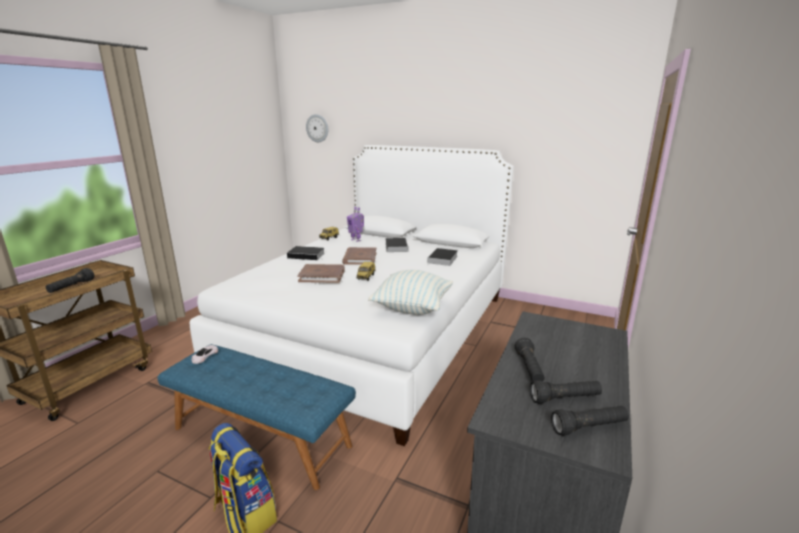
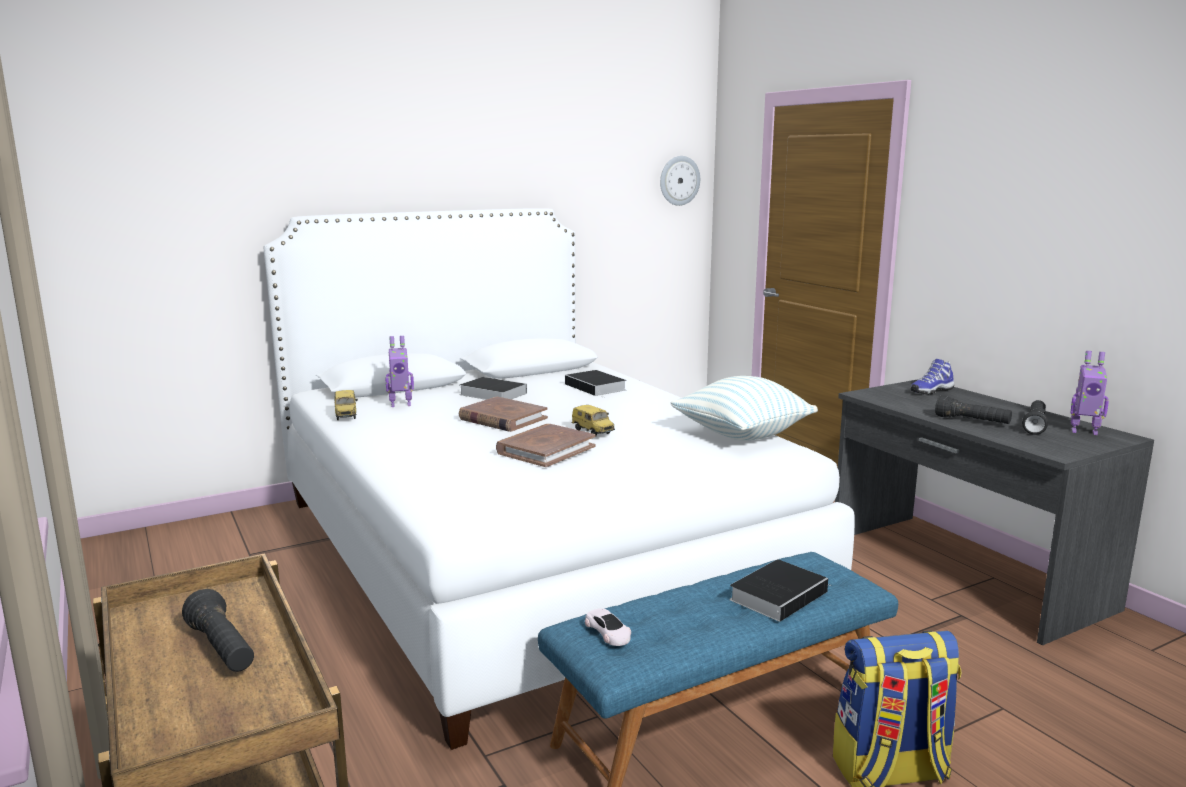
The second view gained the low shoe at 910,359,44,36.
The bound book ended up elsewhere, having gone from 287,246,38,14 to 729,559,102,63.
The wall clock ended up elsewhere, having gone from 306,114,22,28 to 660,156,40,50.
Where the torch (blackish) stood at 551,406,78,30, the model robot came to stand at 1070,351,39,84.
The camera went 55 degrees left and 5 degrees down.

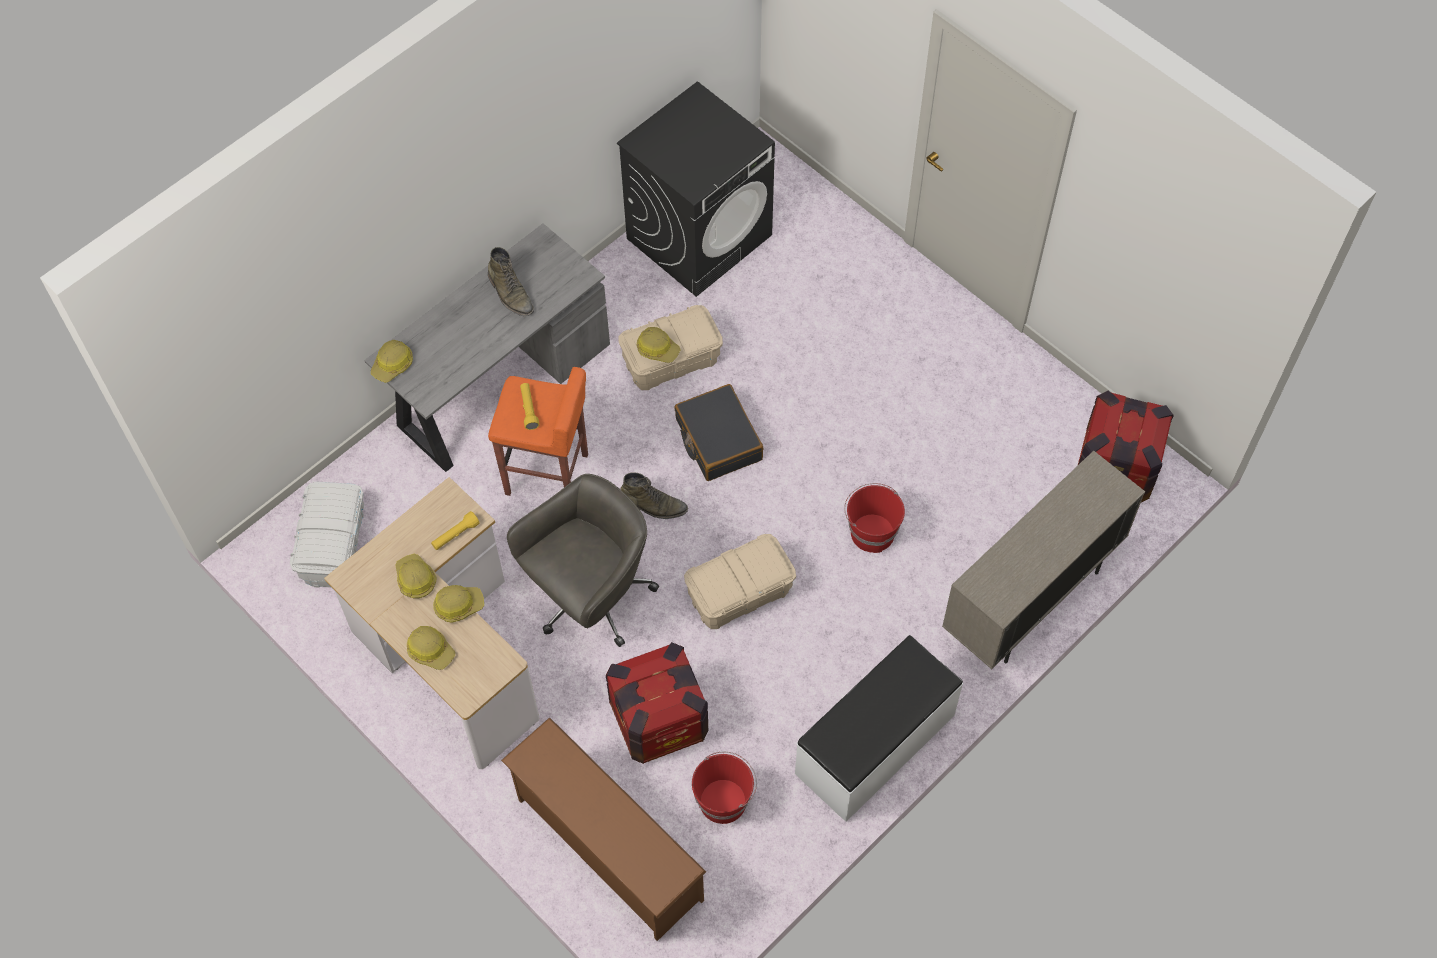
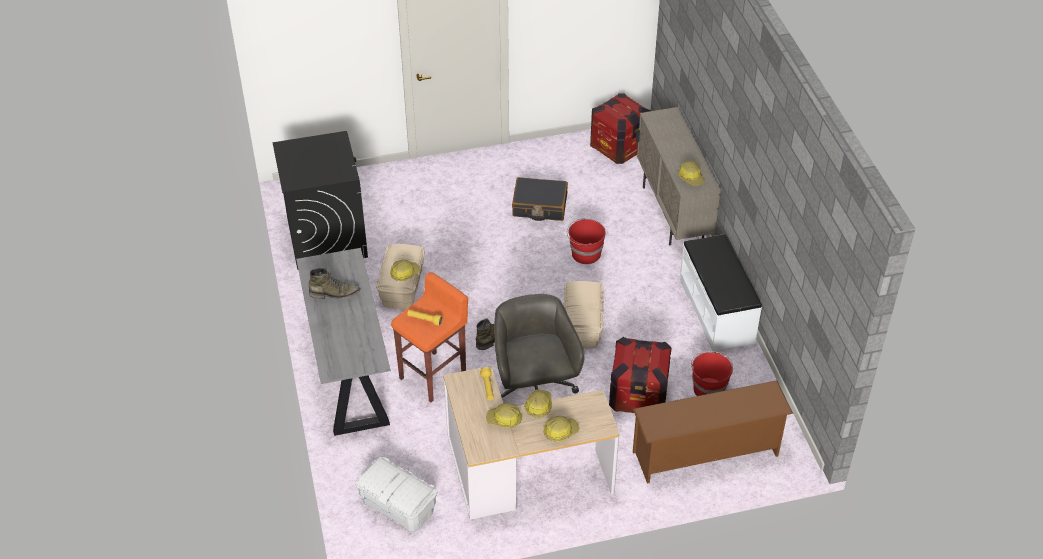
The work helmet ended up elsewhere, having gone from 371,340,42,43 to 678,161,27,25.
The suitcase (blackish) ended up elsewhere, having gone from 674,384,90,97 to 512,177,56,44.
The camera went 60 degrees left and 15 degrees down.

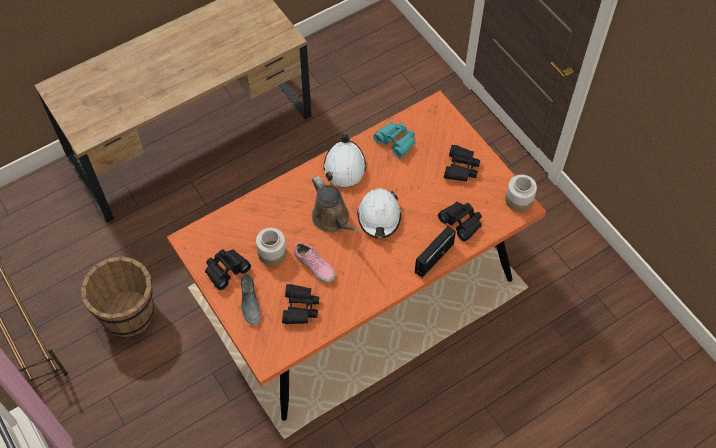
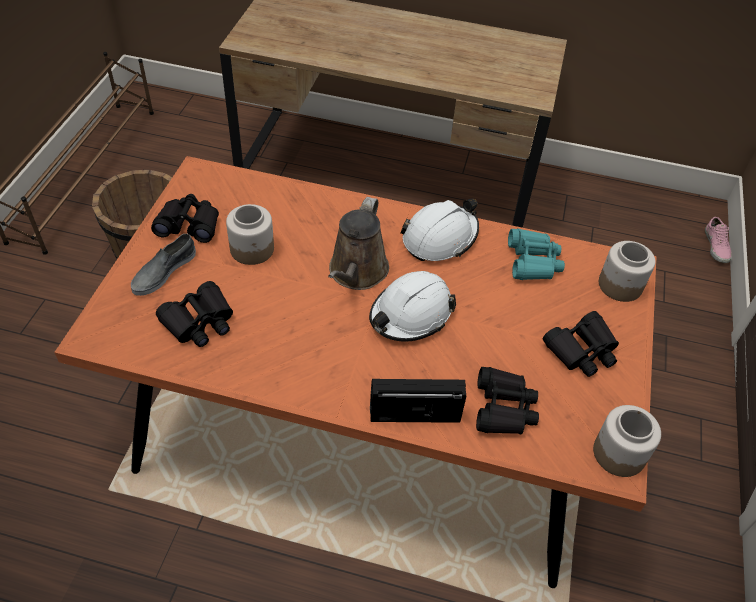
The second view gained the jar at 599,241,56,61.
The low shoe (pink) ended up elsewhere, having gone from 294,243,41,40 to 705,217,27,46.
The camera went 45 degrees right and 10 degrees down.

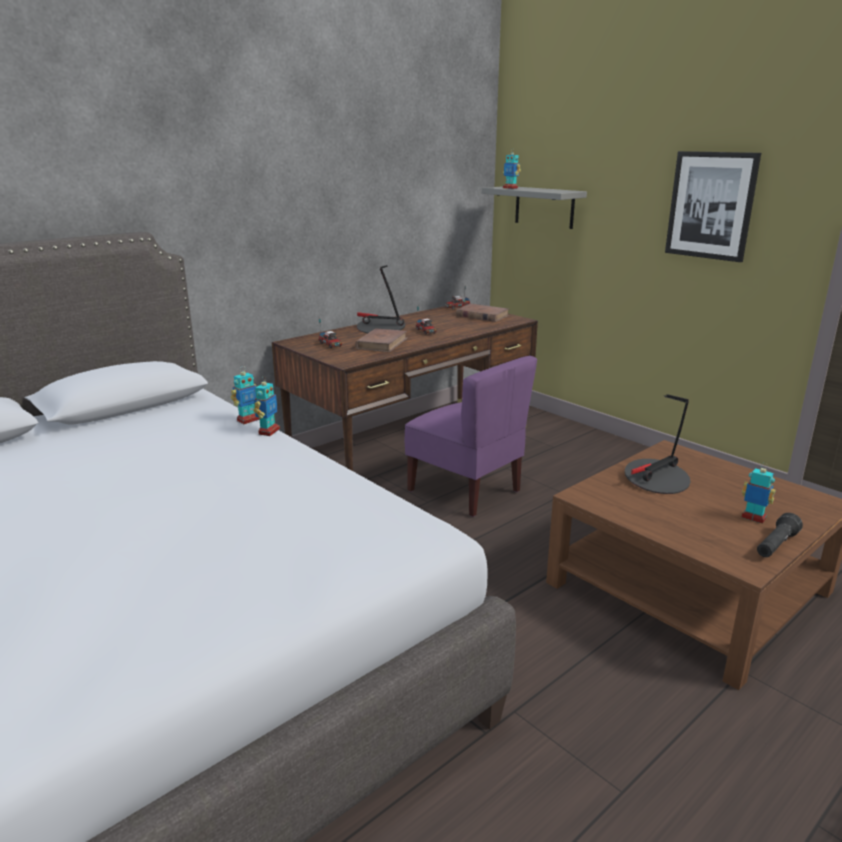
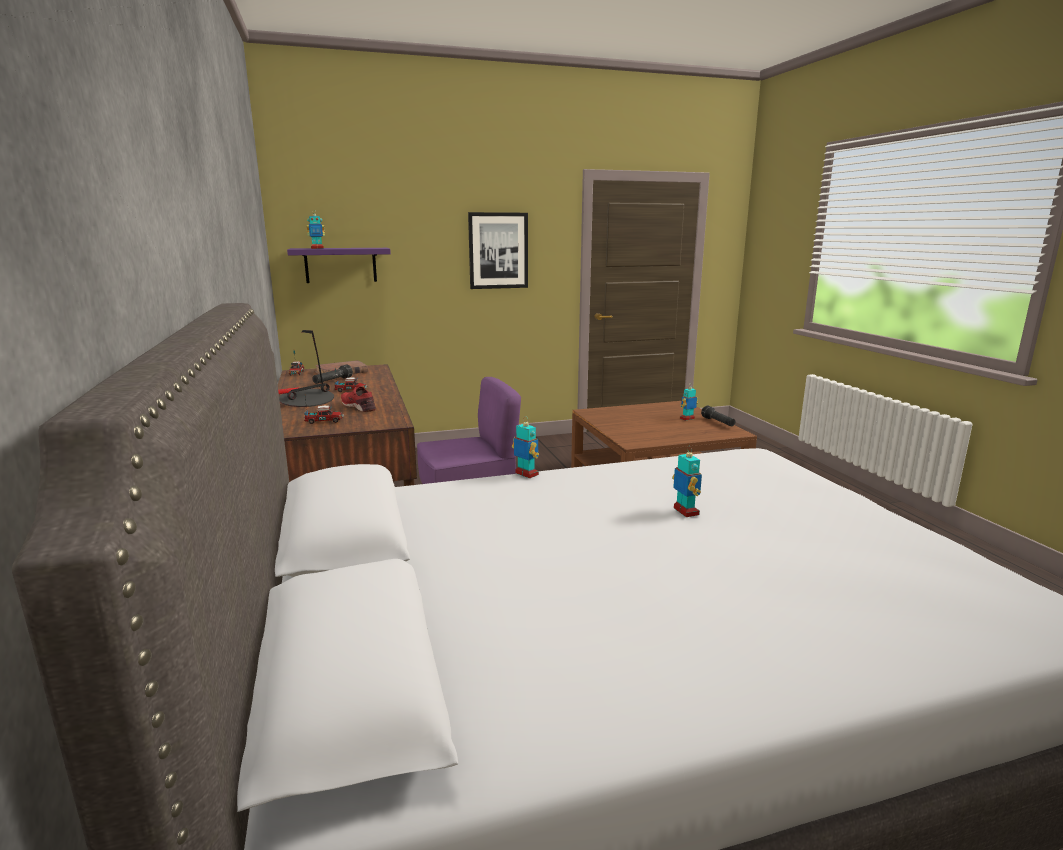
The second view lost the table lamp at 625,394,65,100.
The second view gained the torch (blackish) at 312,365,41,19.
The model robot ended up elsewhere, having gone from 231,366,29,58 to 672,446,30,71.
Where the bound book (brown) stood at 355,328,53,24, the low shoe (red-coloured) came to stand at 341,386,35,26.
What was the bracket shelf (gray) at 482,186,105,43 turned into the bracket shelf (purplish) at 287,248,104,35.
The camera went 65 degrees left and 5 degrees down.

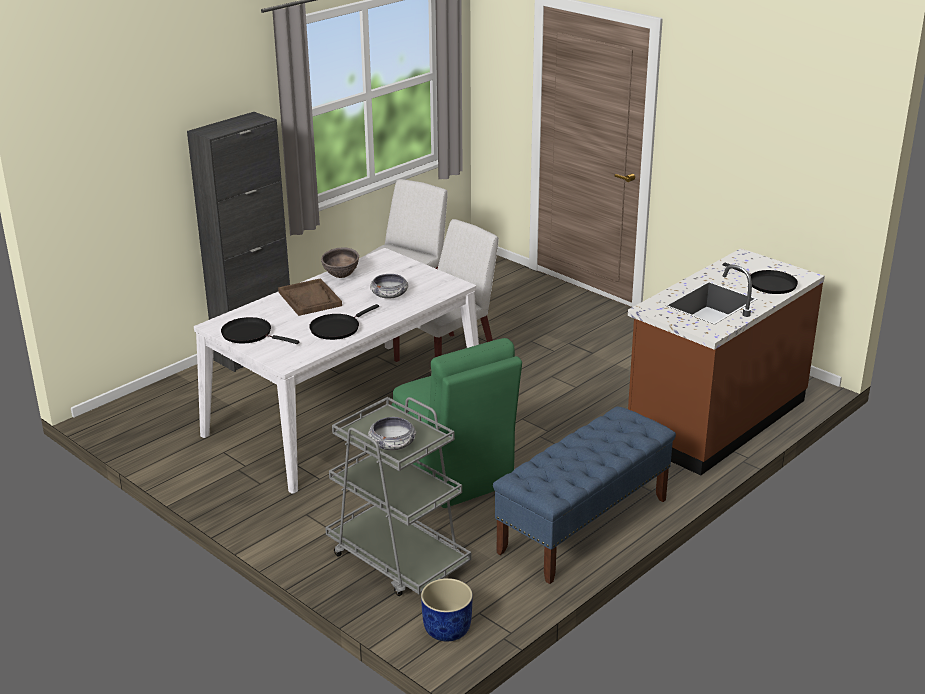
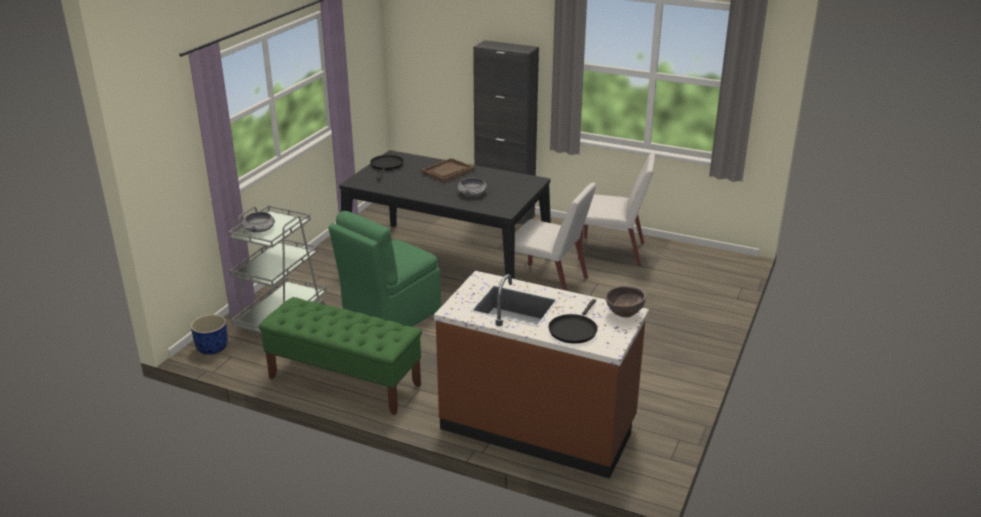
The second view lost the frying pan (blackish) at 309,304,70,36.
The serving bowl (brown) ended up elsewhere, having gone from 321,247,38,31 to 605,286,41,32.
What was the dining table (whitish) at 194,248,285,246 turned into the dining table (blackish) at 339,150,212,129.
What was the long seat (blue) at 493,406,183,178 turned into the long seat (greenish) at 259,297,163,118.
The camera went 70 degrees right and 0 degrees up.

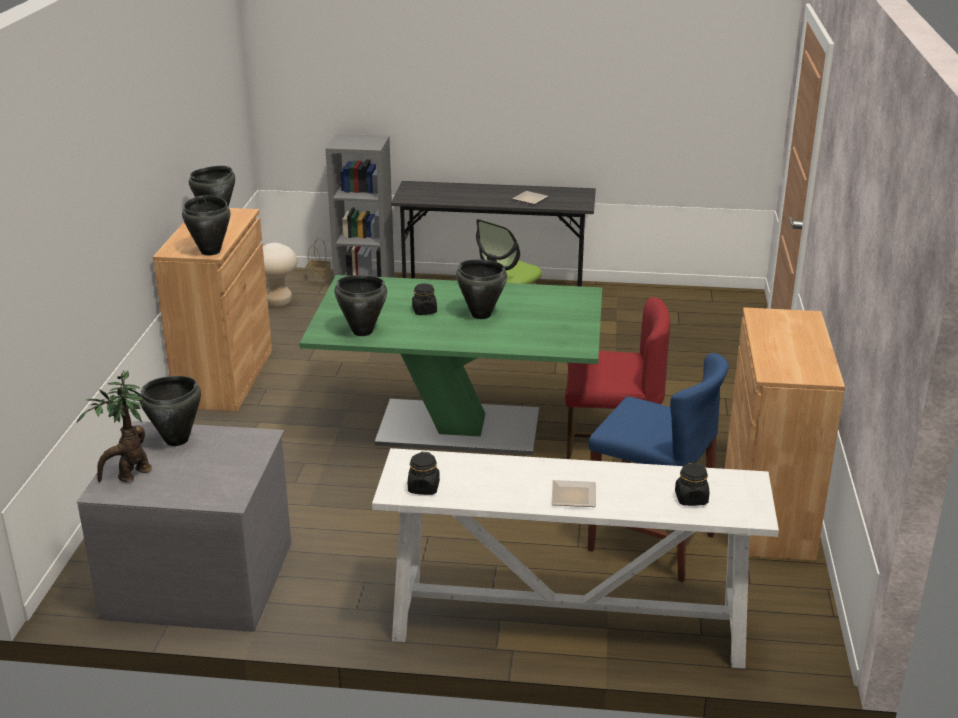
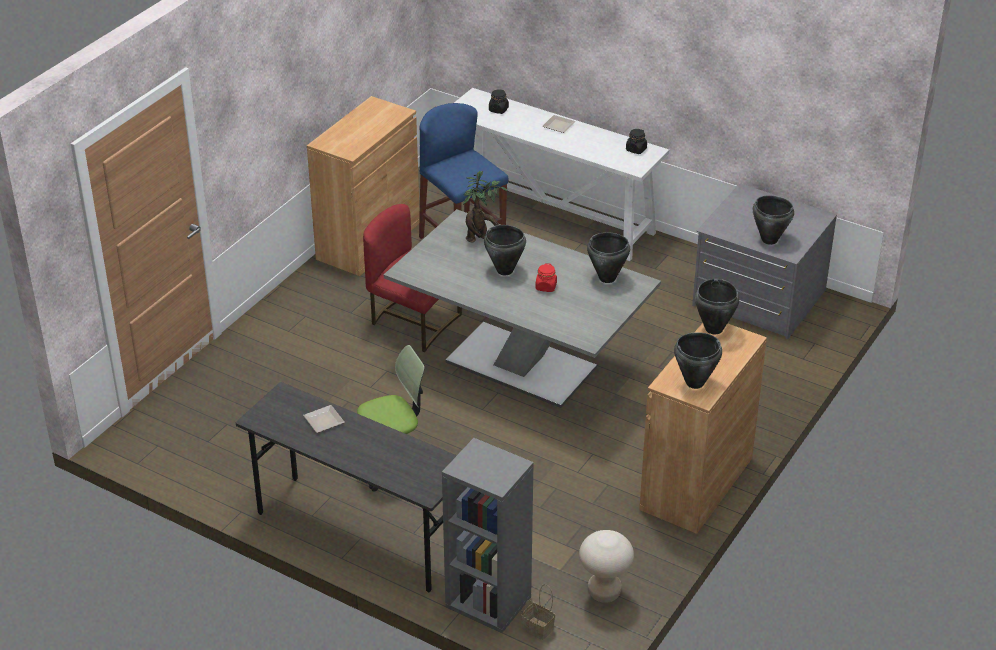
The potted plant ended up elsewhere, having gone from 77,370,75,112 to 463,171,45,71.
What was the dining table (greenish) at 299,275,303,180 turned into the dining table (gray) at 384,209,277,199.
What was the jar (blackish) at 412,283,25,32 turned into the jar (red-coloured) at 536,263,21,29.
The camera went 155 degrees left and 10 degrees up.

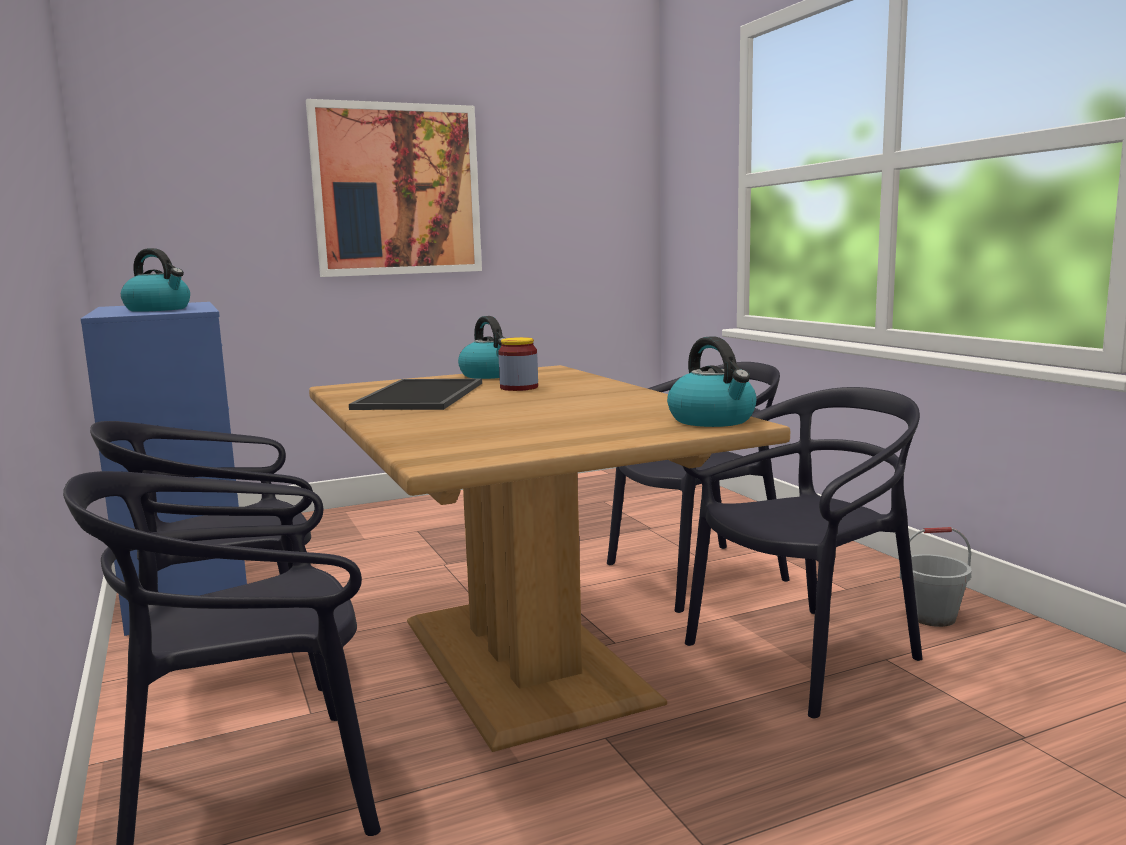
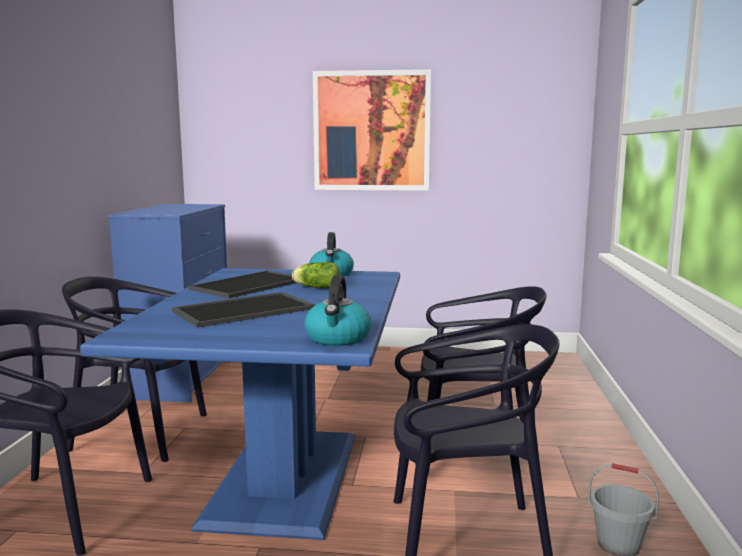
The second view lost the water kettle at 121,248,69,64.
The second view gained the serving tray at 172,292,143,36.
Where the jar stood at 498,337,40,54, the lettuce head came to stand at 292,262,48,27.
What was the dining table (brown) at 309,365,481,387 turned into the dining table (blue) at 80,268,320,272.
The camera went 30 degrees right and 0 degrees up.

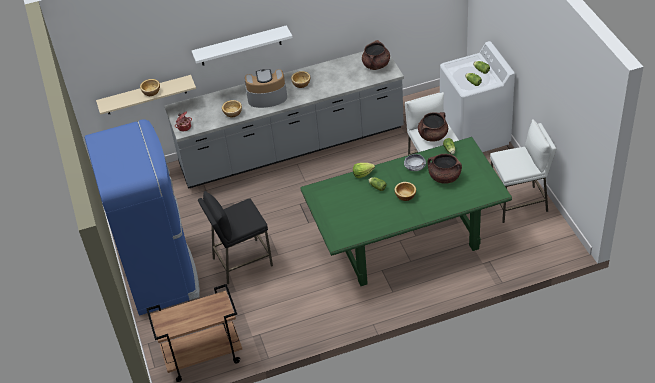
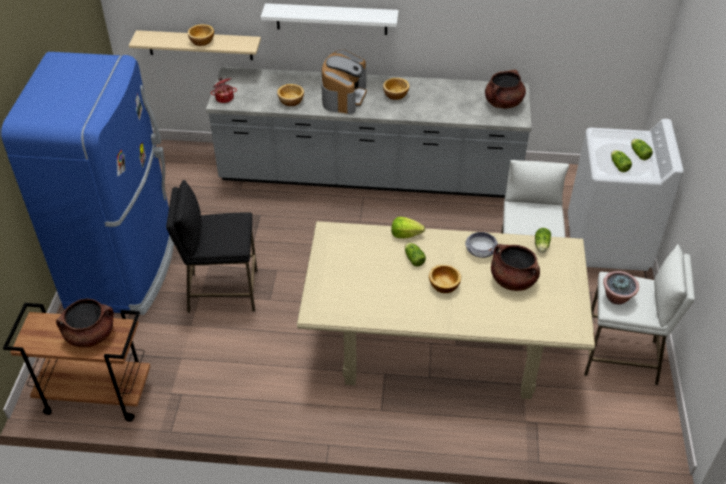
The second view gained the potted plant at 603,271,36,34.
The cooking pot (brown) ended up elsewhere, having gone from 418,112,30,30 to 56,298,58,49.
What was the dining table (greenish) at 300,137,212,149 turned into the dining table (beige) at 297,221,298,178.
The coffee brewer at 245,69,42,39 ended up facing another way, 90 degrees clockwise from before.
The camera went 20 degrees right and 0 degrees up.

